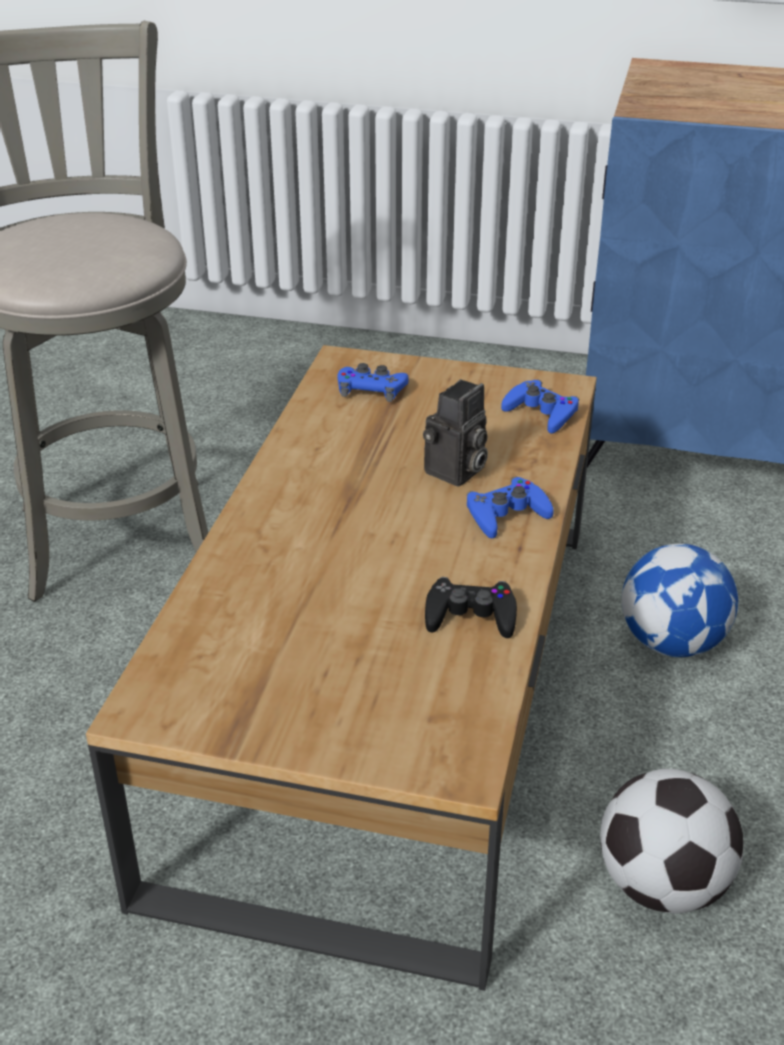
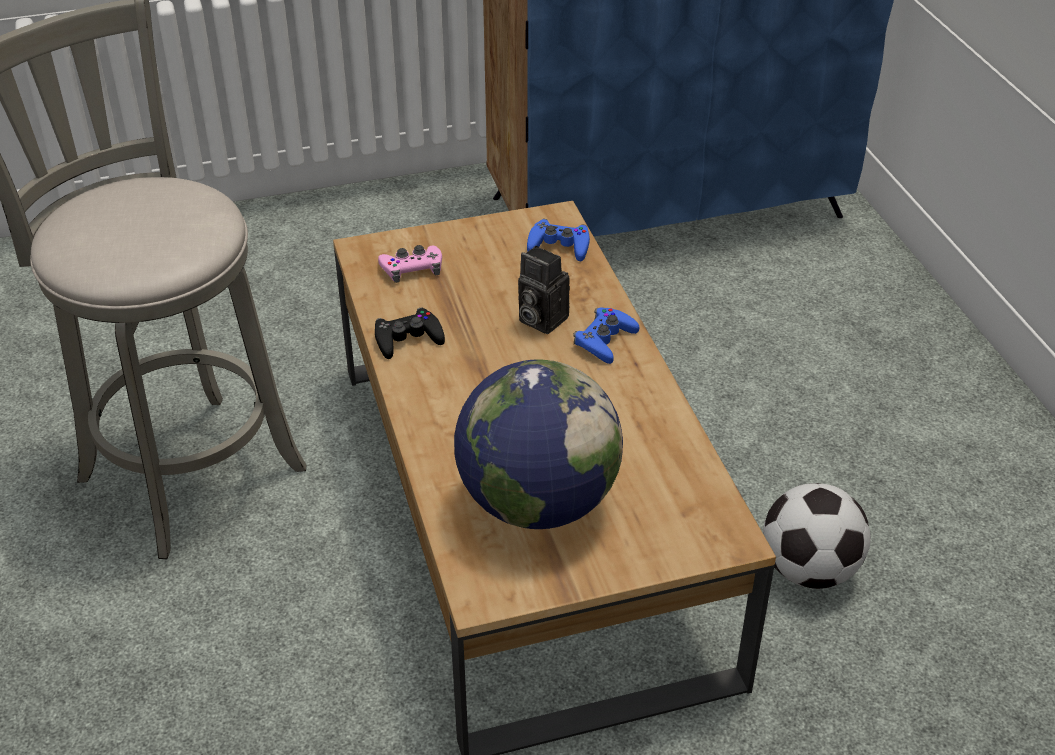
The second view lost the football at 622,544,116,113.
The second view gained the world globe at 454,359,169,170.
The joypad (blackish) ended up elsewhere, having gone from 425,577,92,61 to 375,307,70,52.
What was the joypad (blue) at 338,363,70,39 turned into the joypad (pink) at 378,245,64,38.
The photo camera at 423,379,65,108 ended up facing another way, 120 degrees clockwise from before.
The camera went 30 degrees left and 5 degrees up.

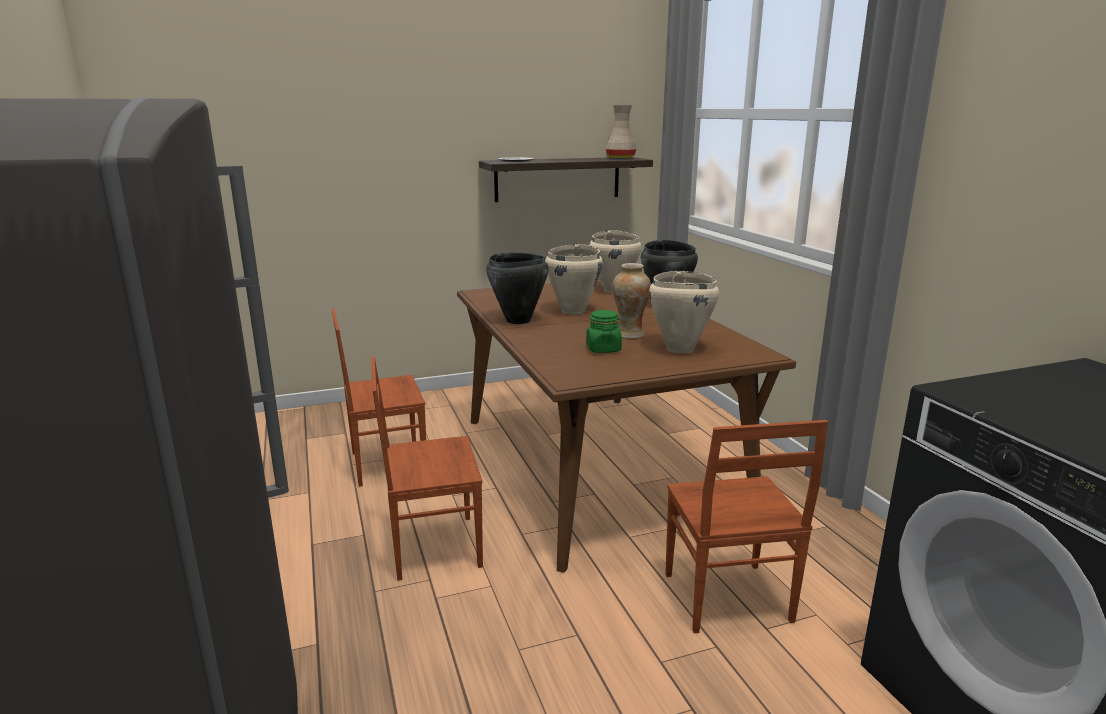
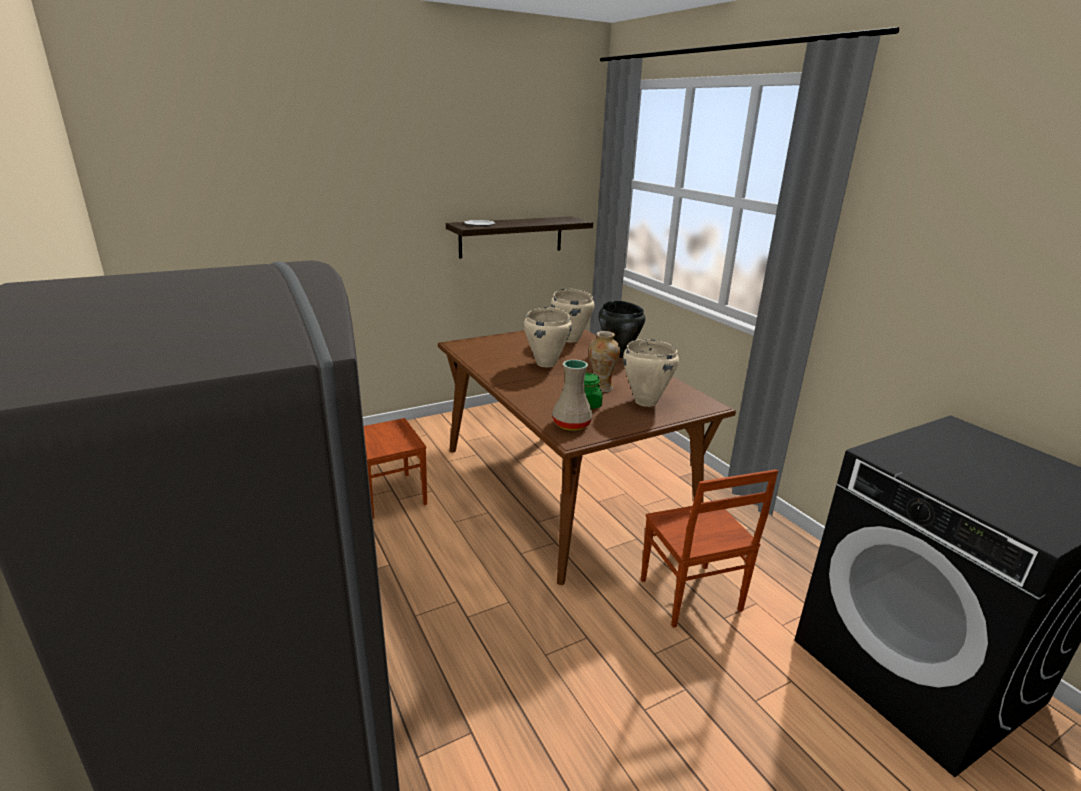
The second view lost the plain chair (brown) at 371,356,112,225.
The second view lost the cooking pot (blackish) at 486,253,63,71.
The vase (beige) ended up elsewhere, having gone from 606,105,30,54 to 552,360,41,71.
The camera went 10 degrees left and 5 degrees up.

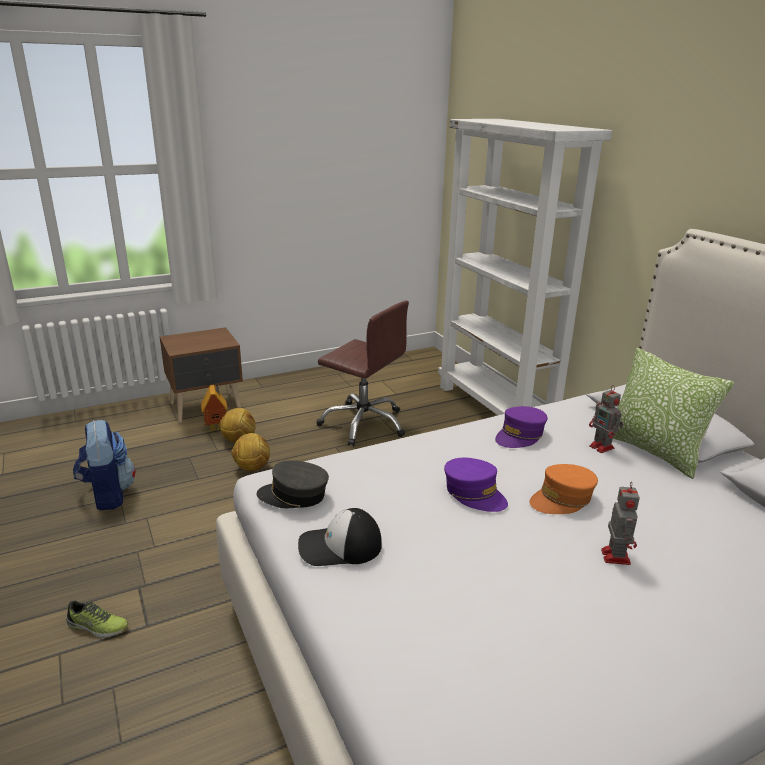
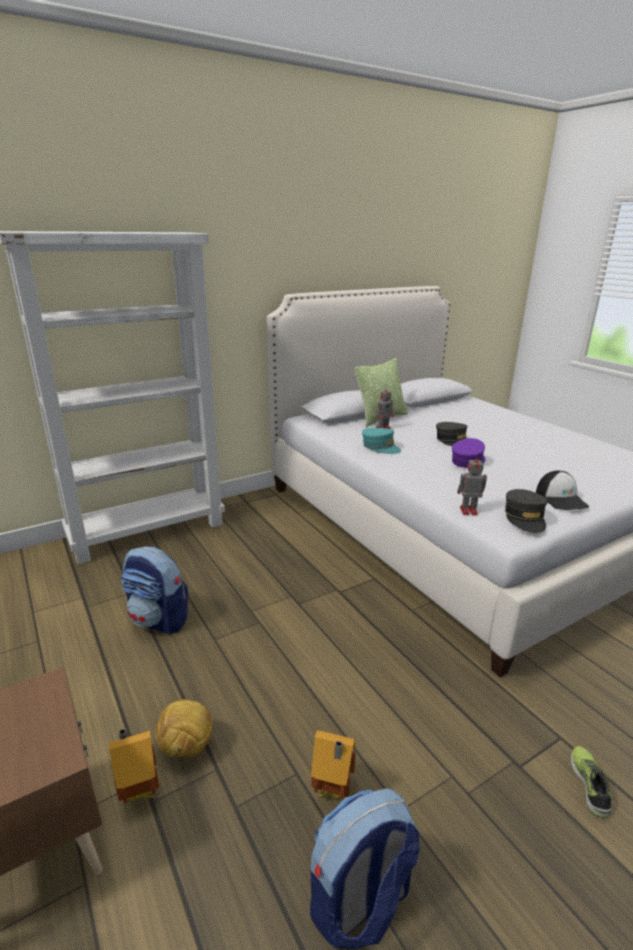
The second view lost the football at 231,433,39,38.
The second view gained the miniature house at 311,730,45,70.
The model robot ended up elsewhere, having gone from 601,481,39,84 to 458,454,29,61.
Where the computer chair (brown) stood at 317,301,92,145, the knapsack came to stand at 121,546,67,89.
What was the cap (purplish) at 495,406,52,42 turned into the cap (turquoise) at 362,428,39,26.
What was the cap (orange) at 530,464,68,50 turned into the cap (gray) at 436,422,31,24.
The camera went 95 degrees left and 0 degrees up.

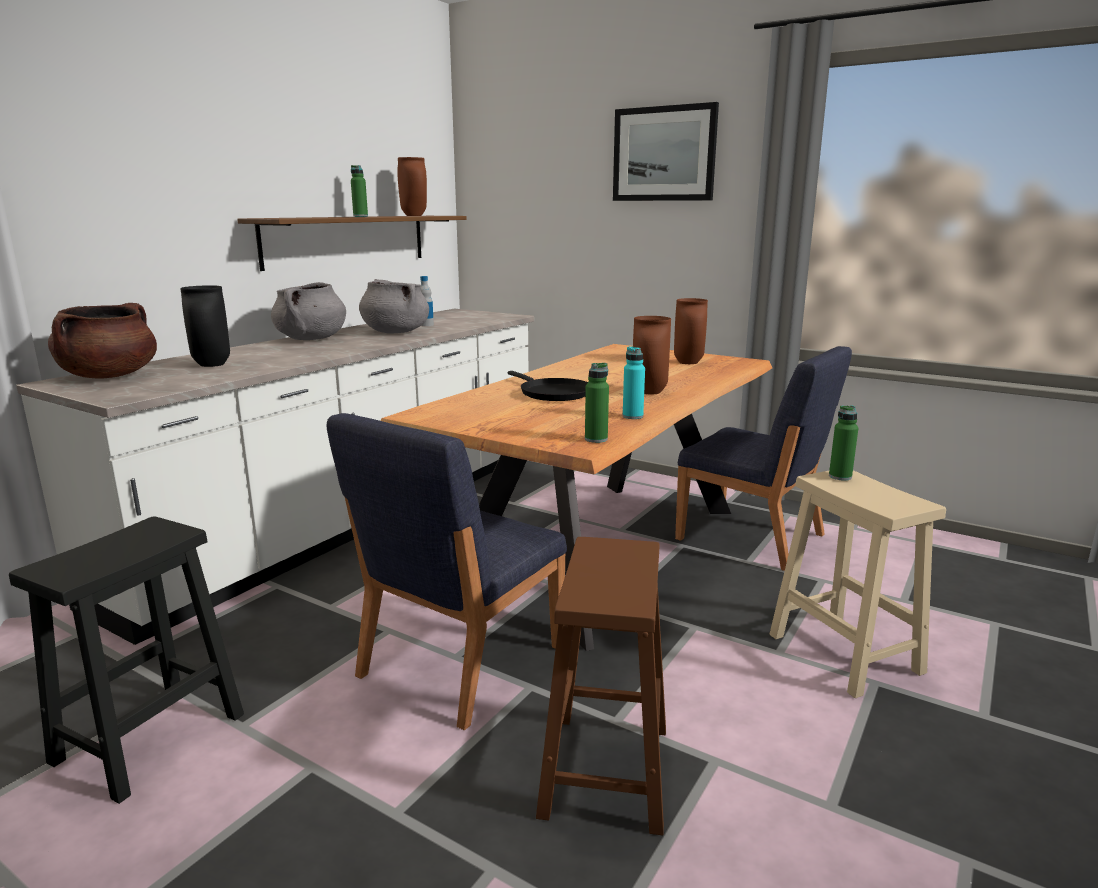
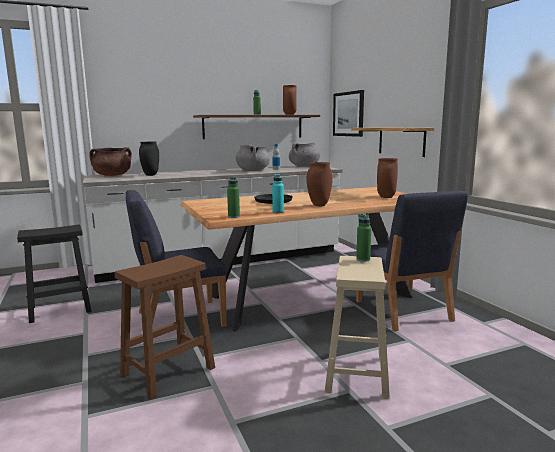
The second view gained the bracket shelf at 351,128,83,29.
The cooking pot (gray) ended up elsewhere, having gone from 271,282,75,58 to 289,143,31,24.
The wall art ended up elsewhere, having gone from 613,102,106,99 to 333,90,31,47.
The camera went 35 degrees right and 5 degrees down.

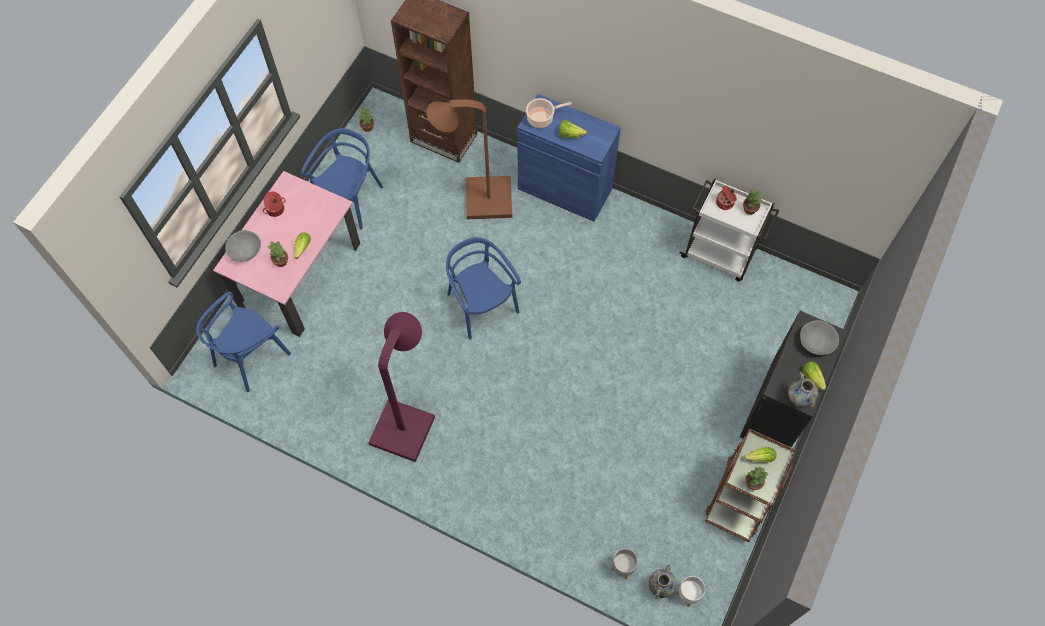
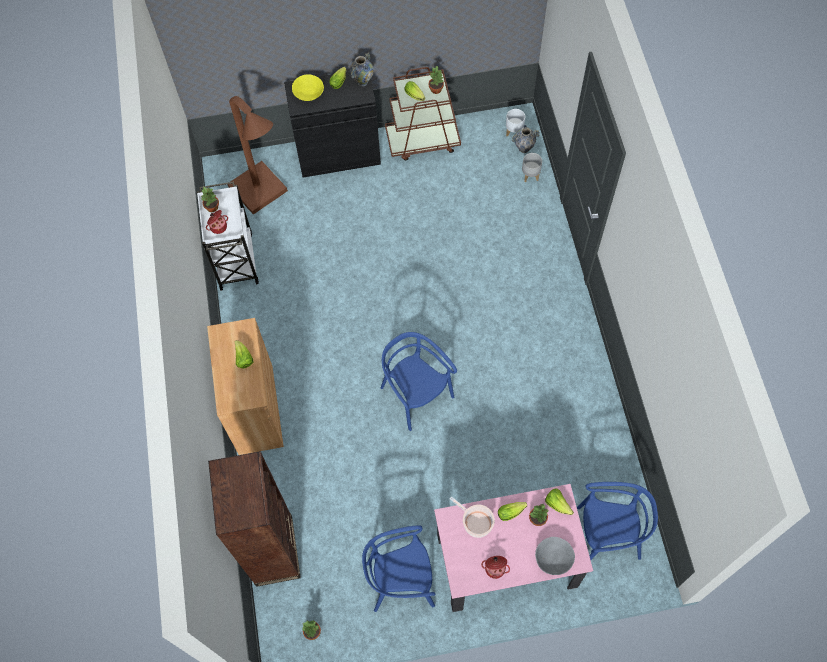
The second view lost the standard lamp (purplish) at 368,312,67,150.
The second view gained the lettuce head at 545,488,29,27.
The standard lamp (brown) ended up elsewhere, having gone from 426,99,86,120 to 228,96,60,118.
The cooking pot ended up elsewhere, having gone from 526,98,46,30 to 450,497,45,41.
What was the storage cabinet (blue) at 517,94,104,128 turned into the storage cabinet (brown) at 207,318,77,137.
What was the serving bowl (gray) at 800,320,39,35 turned into the serving bowl (yellow-coloured) at 292,74,32,27.
The plain chair (blue) at 446,237,75,103 ended up facing another way, 120 degrees clockwise from before.
The camera went 125 degrees left and 0 degrees up.

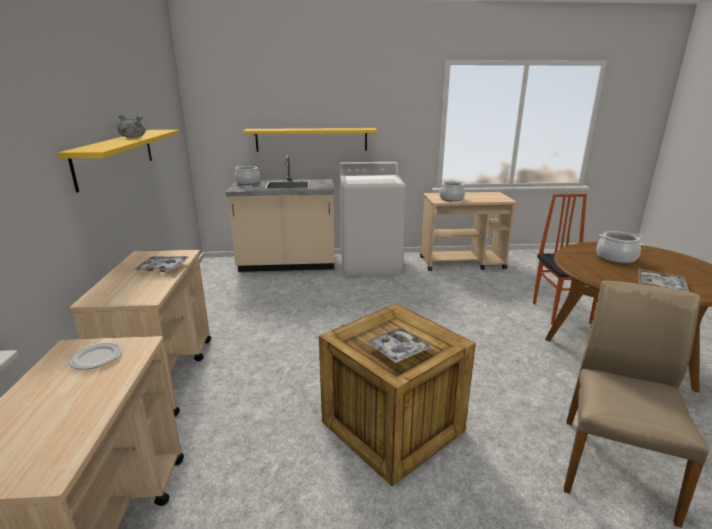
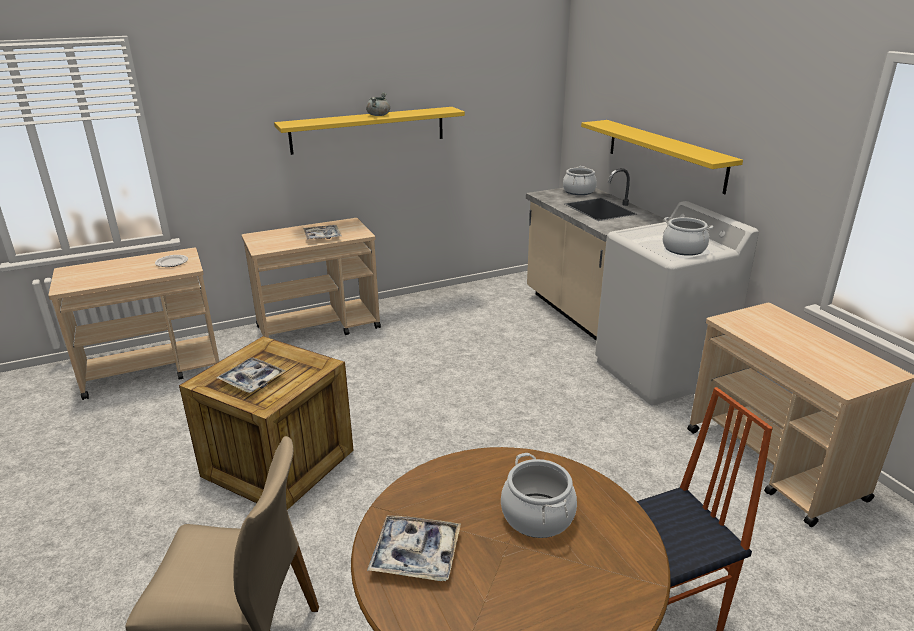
The cooking pot ended up elsewhere, having gone from 439,181,26,21 to 663,217,50,39.
The camera went 70 degrees right and 5 degrees up.

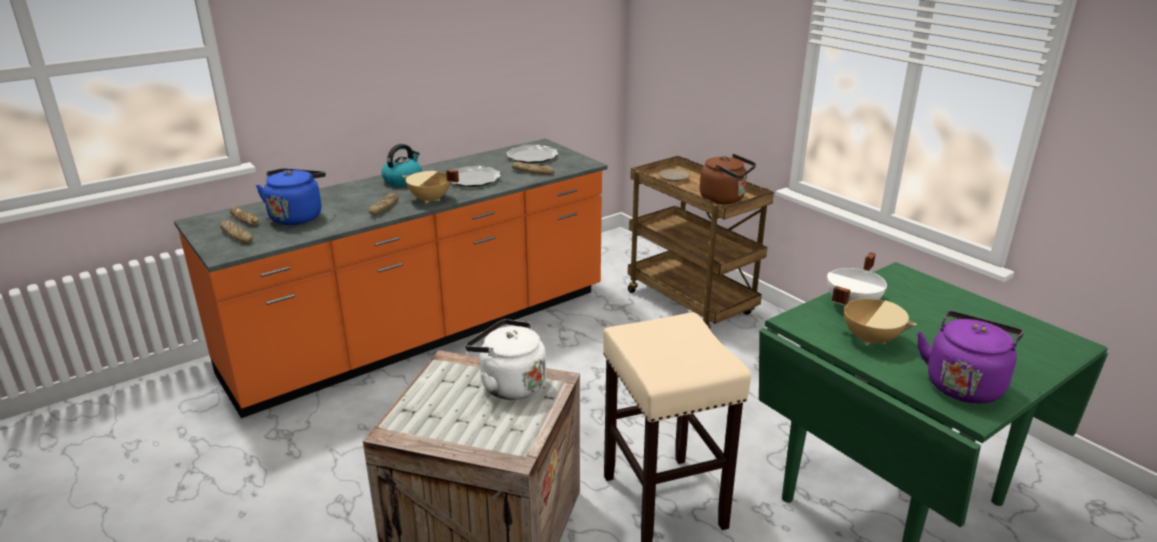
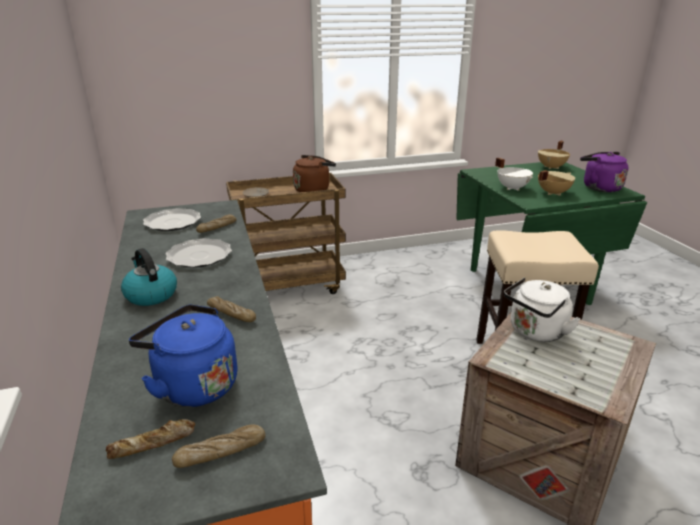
The cooking pot (beige) ended up elsewhere, having gone from 403,169,56,35 to 538,141,32,28.
The camera went 70 degrees left and 0 degrees up.

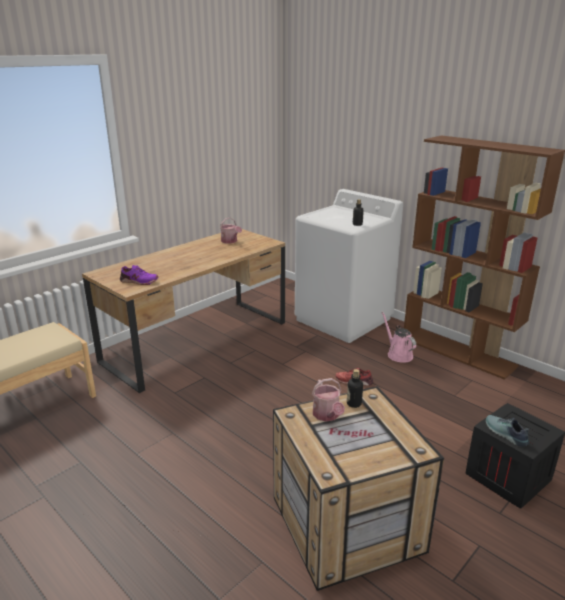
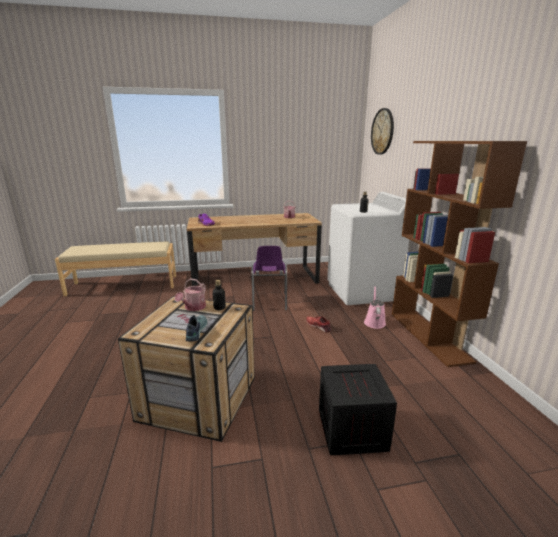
The second view gained the plain chair (purplish) at 251,246,36,65.
The second view gained the wall clock at 371,108,23,47.
The low shoe ended up elsewhere, having gone from 486,415,43,32 to 186,315,21,26.
The camera went 35 degrees right and 5 degrees down.

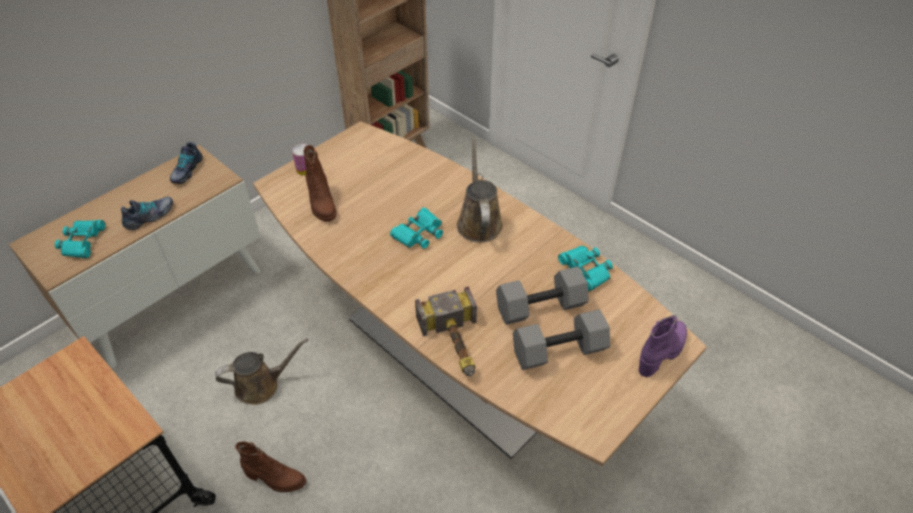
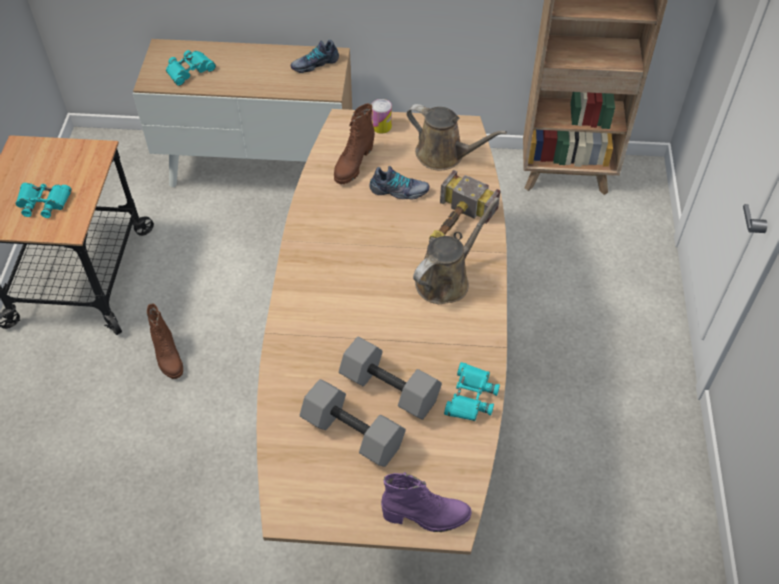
The low shoe ended up elsewhere, having gone from 121,197,52,33 to 369,166,60,34.
The sprinkling can (brown) ended up elsewhere, having gone from 215,338,93,67 to 407,104,100,66.
The pair of binoculars (turquoise) ended up elsewhere, having gone from 390,207,53,42 to 15,183,57,35.
The hammer ended up elsewhere, having gone from 415,286,62,90 to 429,170,72,73.
The camera went 50 degrees right and 5 degrees up.

